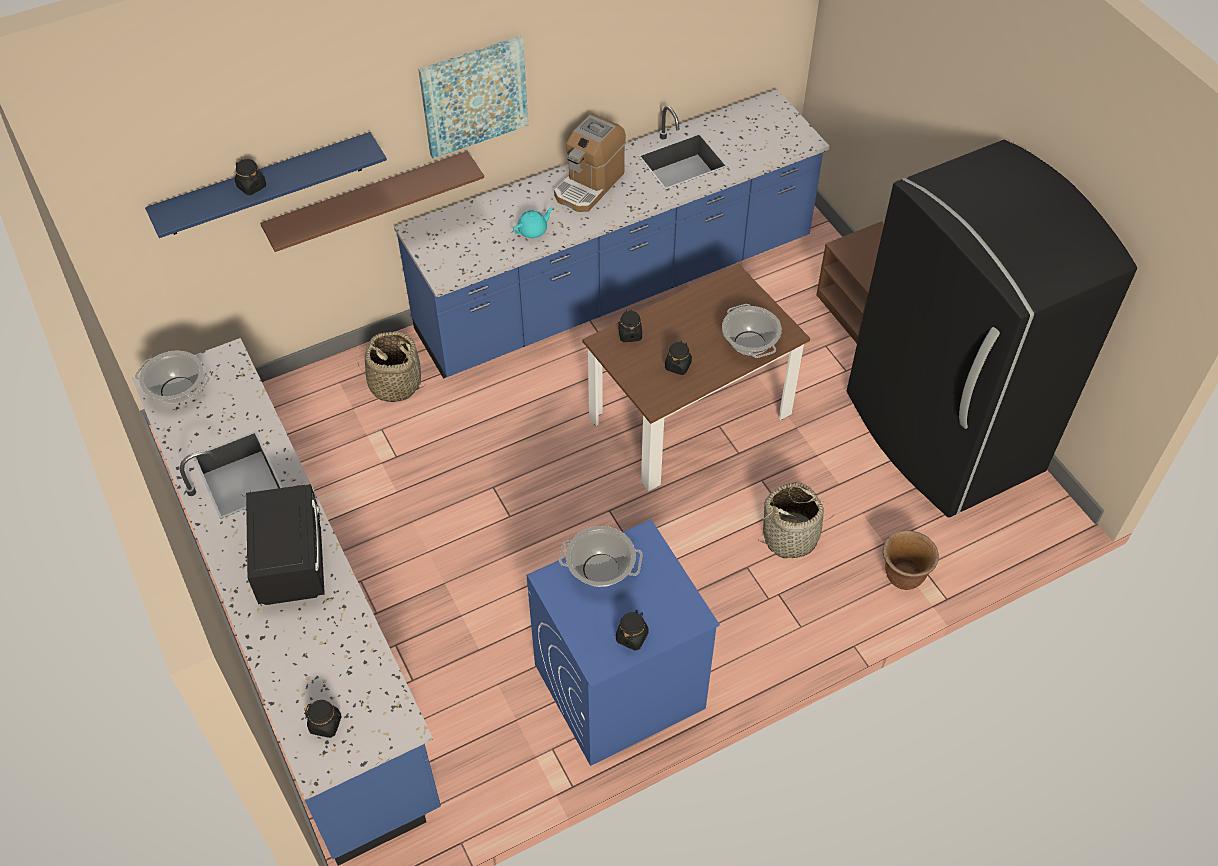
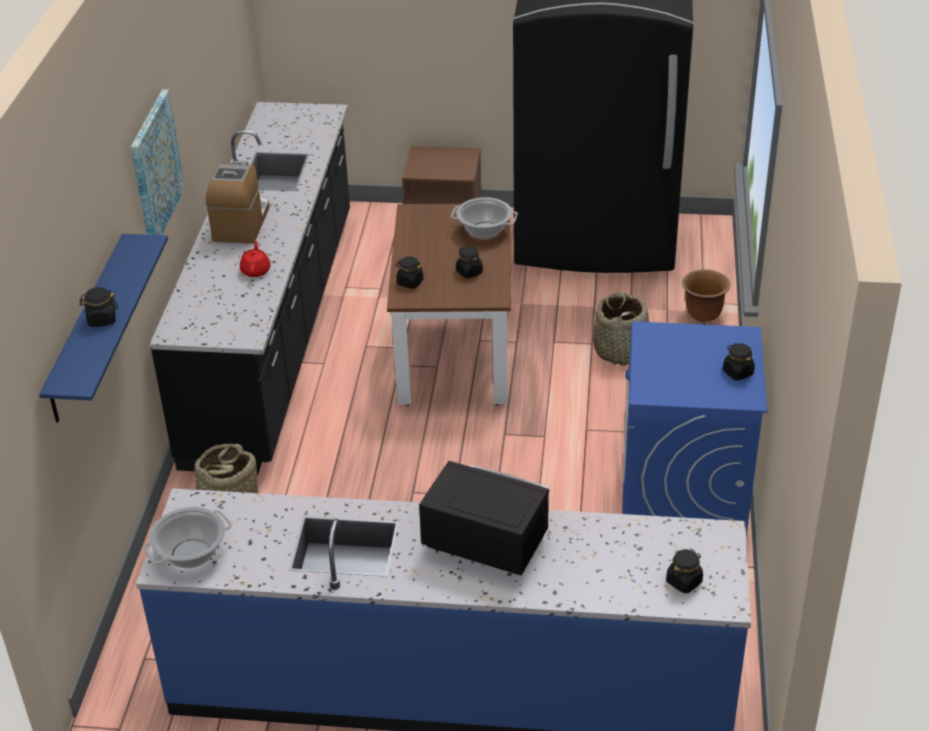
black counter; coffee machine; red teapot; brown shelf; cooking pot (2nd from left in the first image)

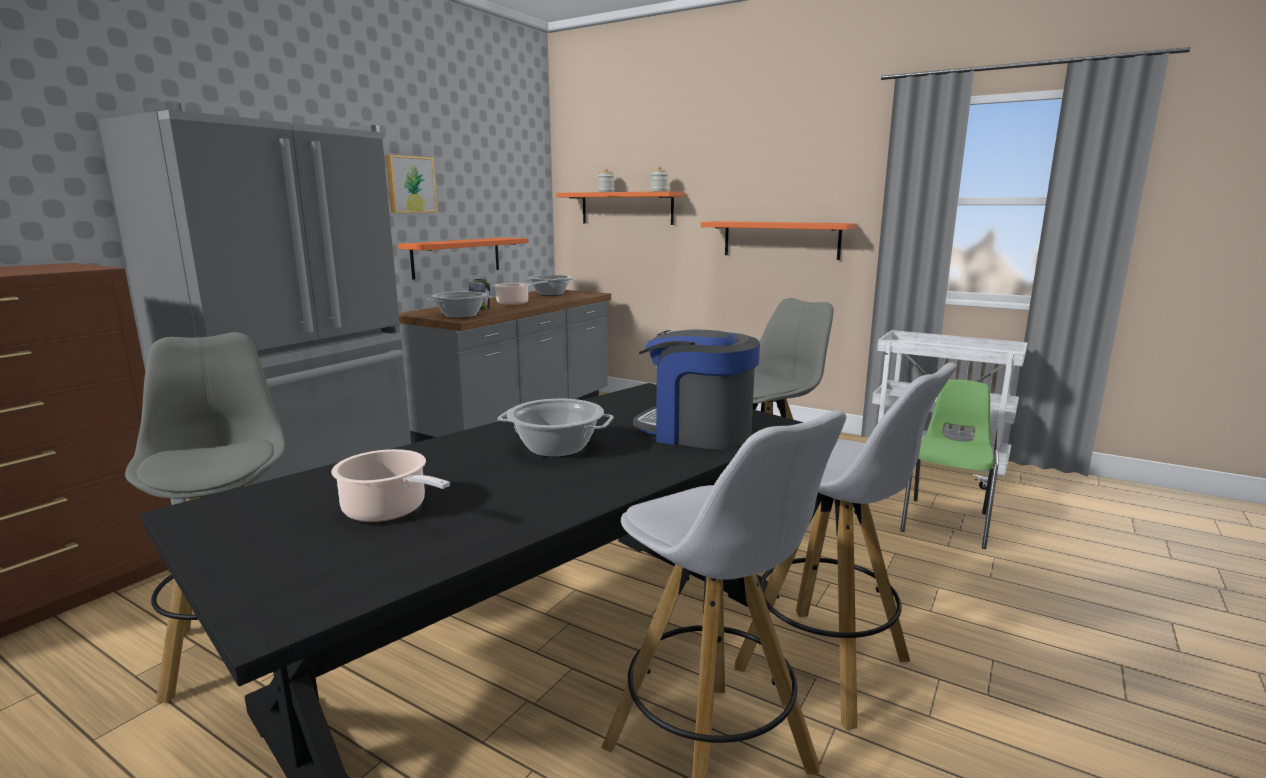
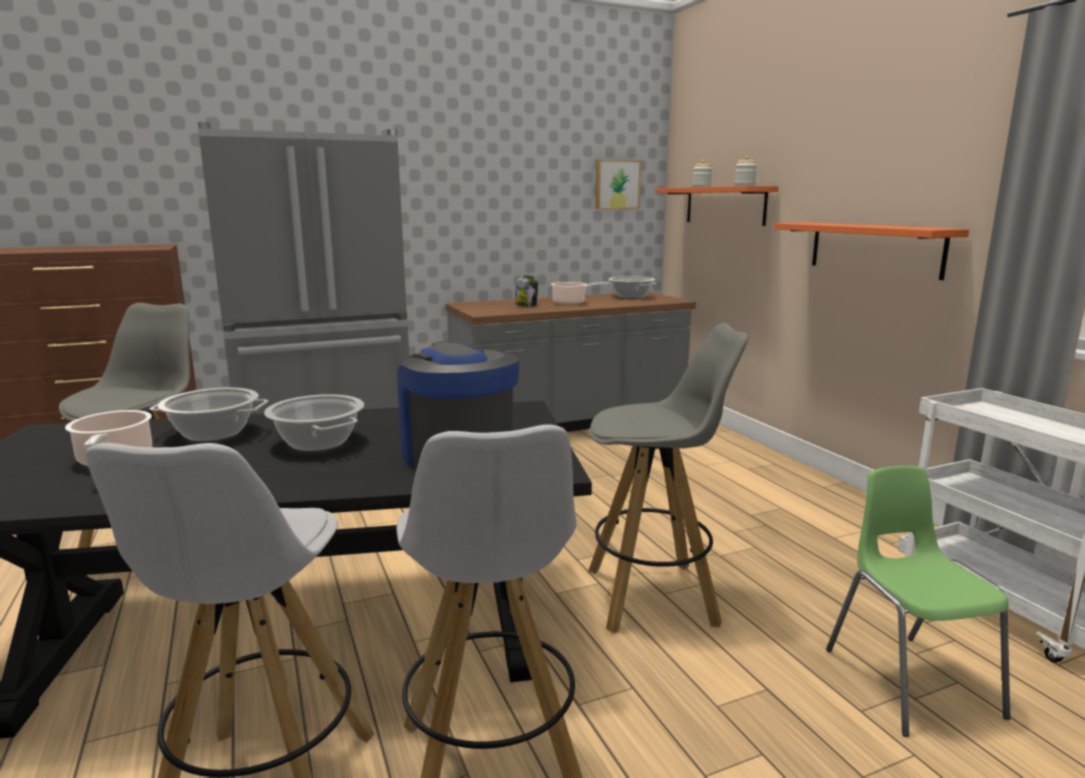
cooking pot (2nd from left); picture; green chair; orange shelf (1st from left in the first image)

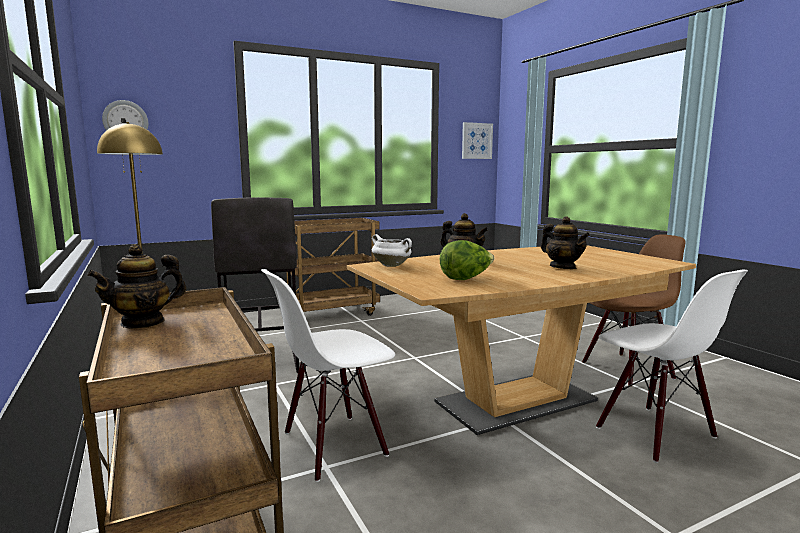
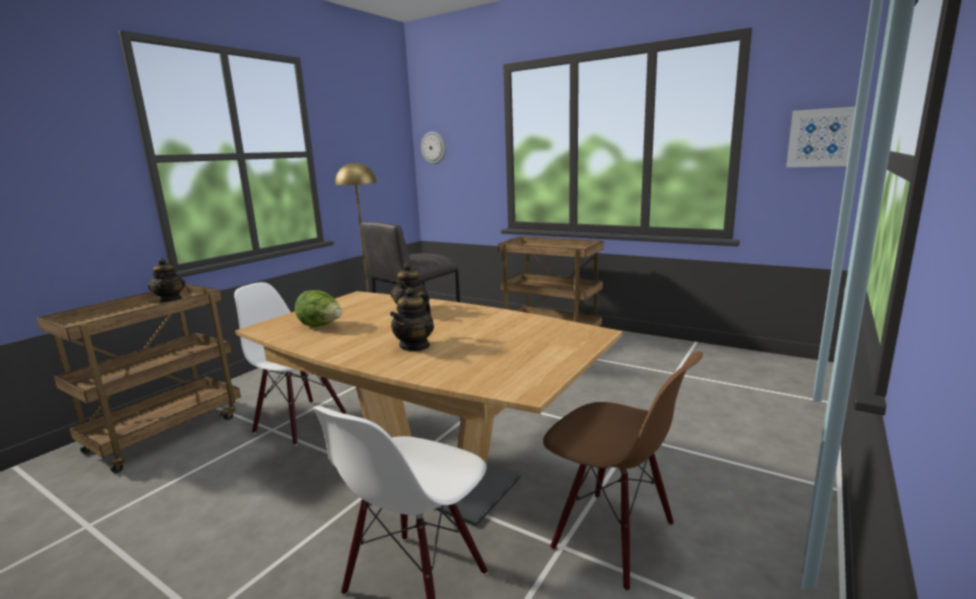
teapot (1st from left); white cooking pot

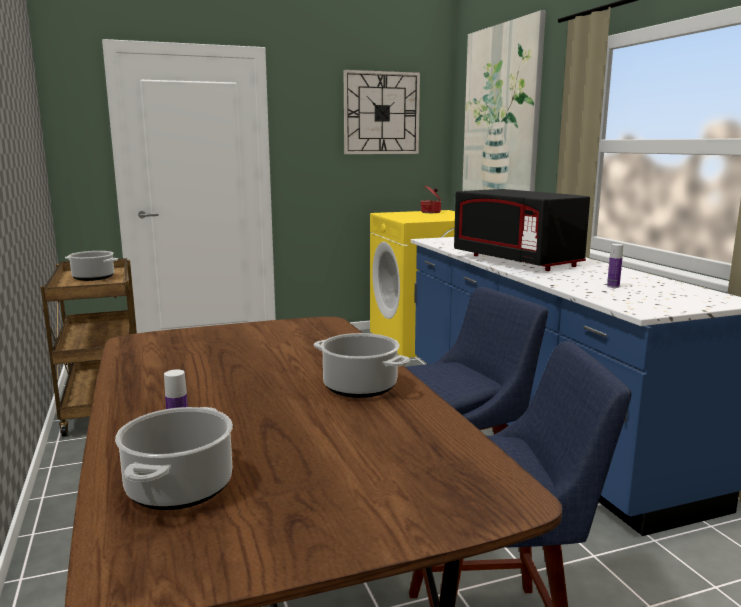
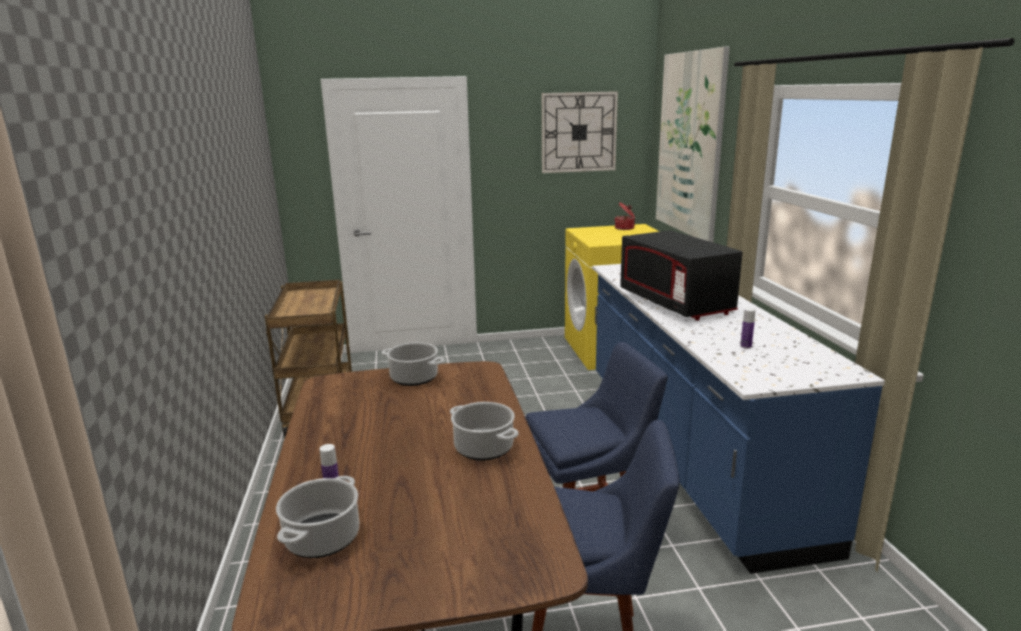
cooking pot (2nd from left)

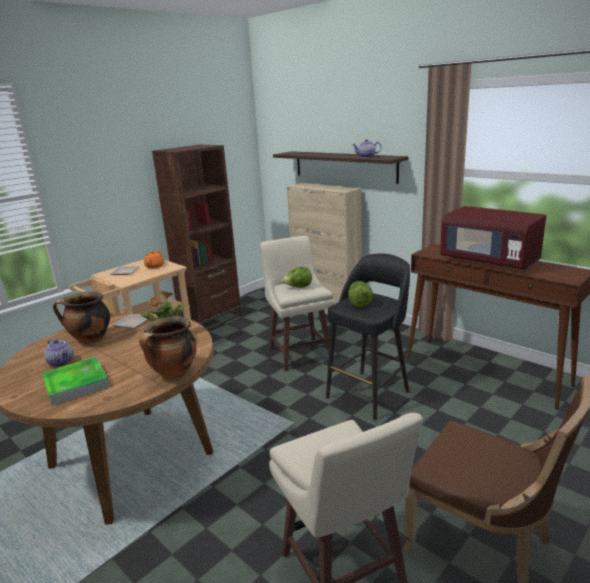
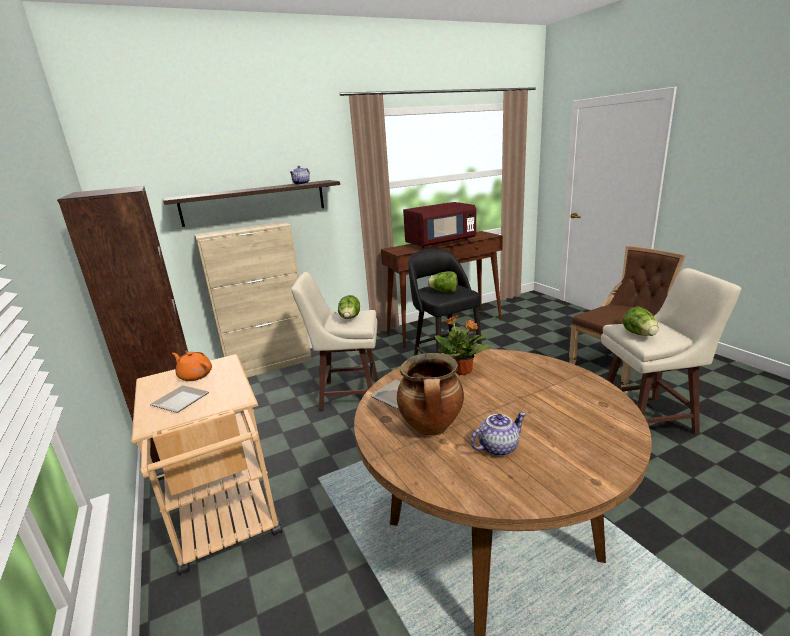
lettuce (3rd from left); tray; cooking pot (2nd from left in the first image)

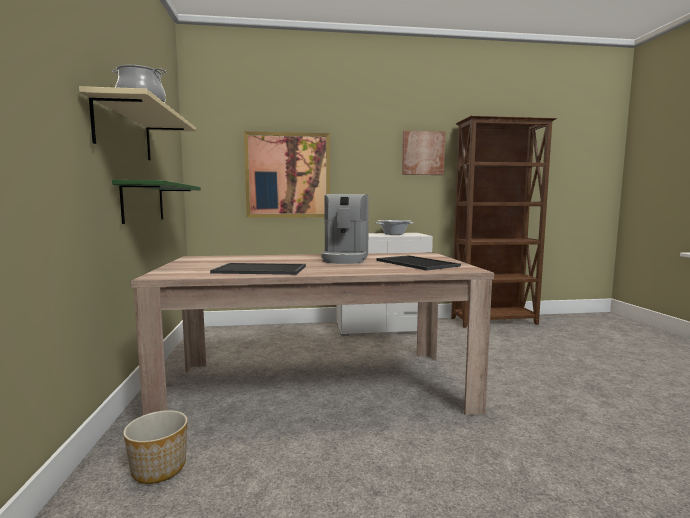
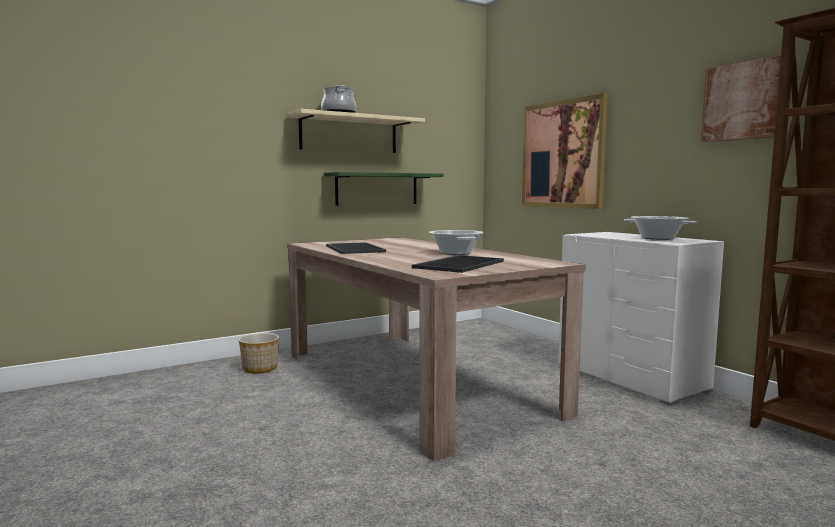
cooking pot (2nd from left)

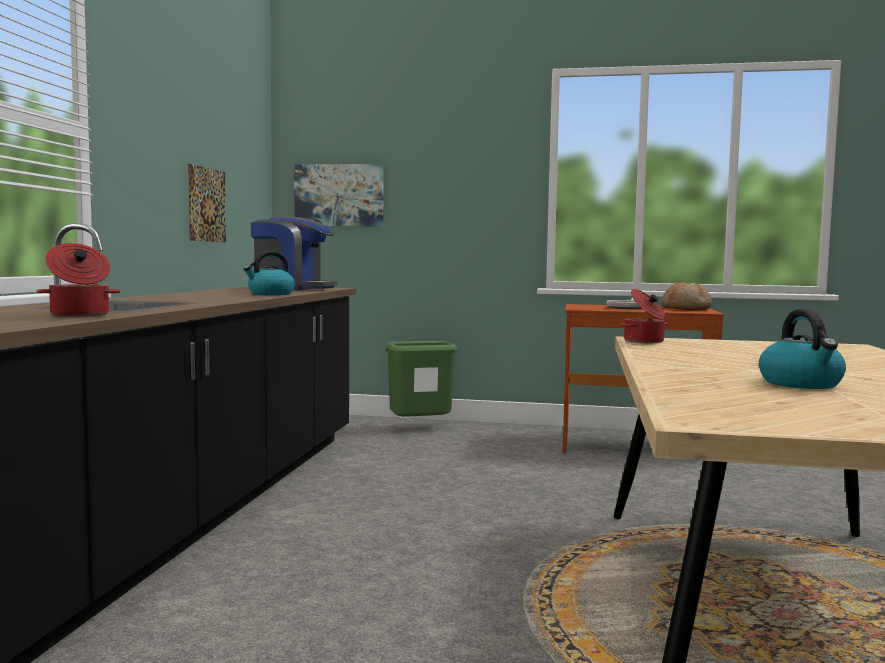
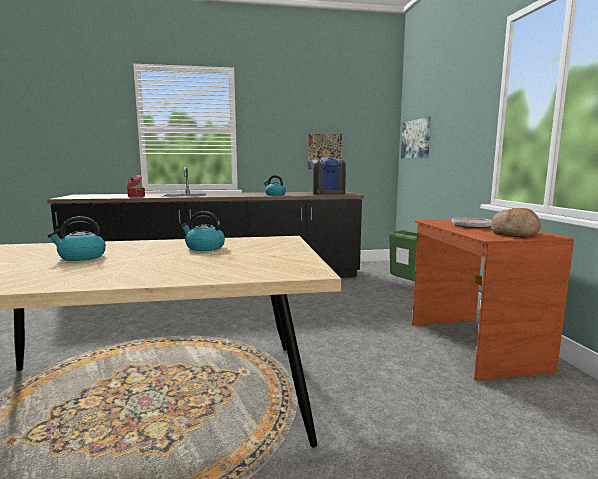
kettle (2nd from left); cooking pot (2nd from left in the first image)

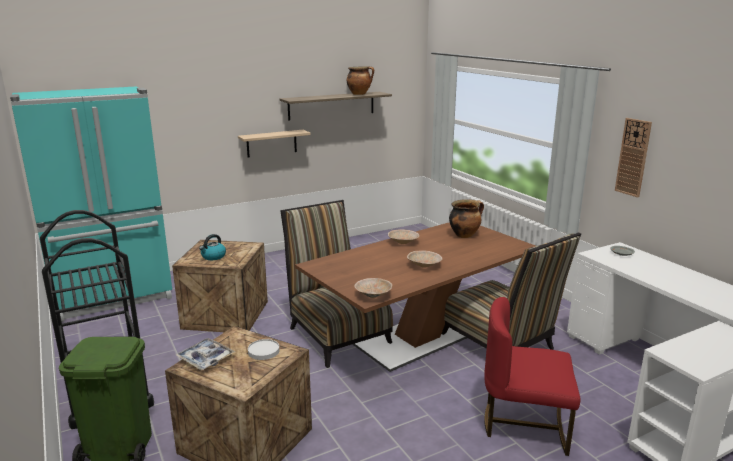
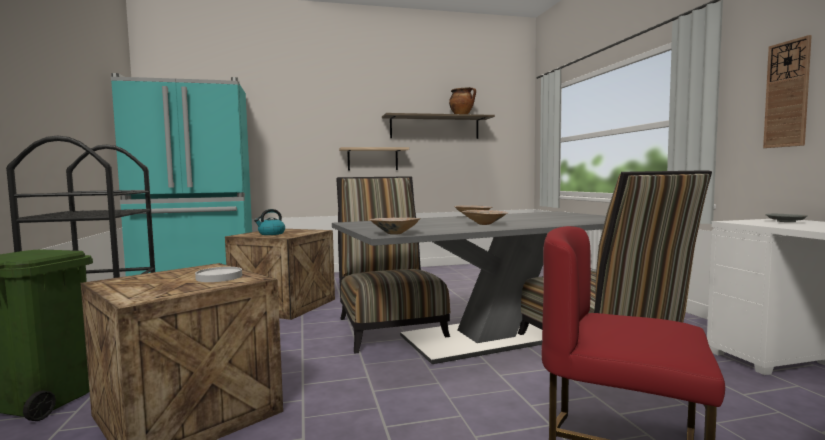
grey dining table; tray; cooking pot (2nd from left in the first image)

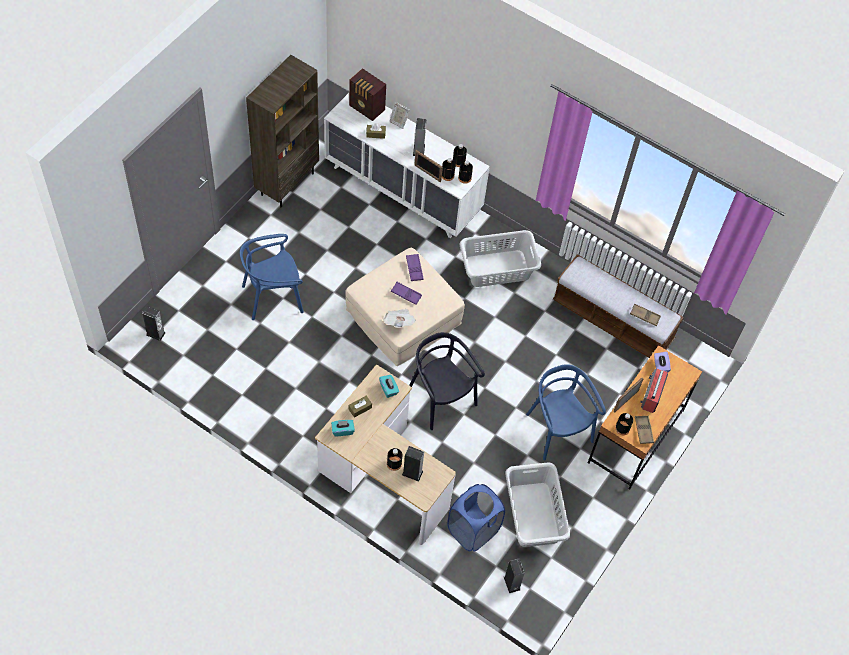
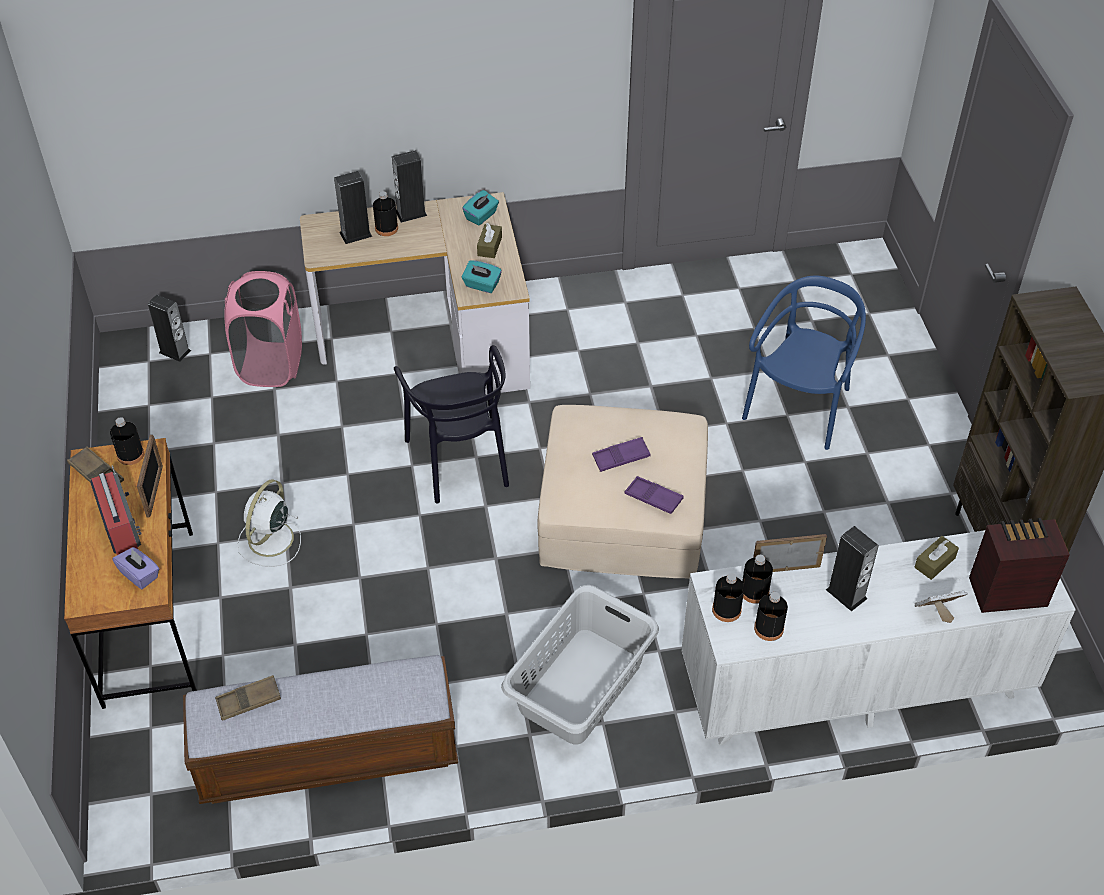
pink laundry basket; white fan; speaker (3rd from left); black chair; newspaper; grey laundry basket (2nd from left in the first image)

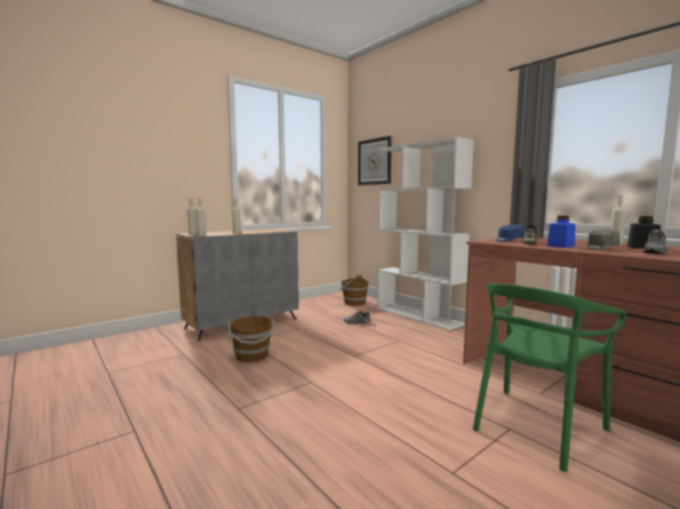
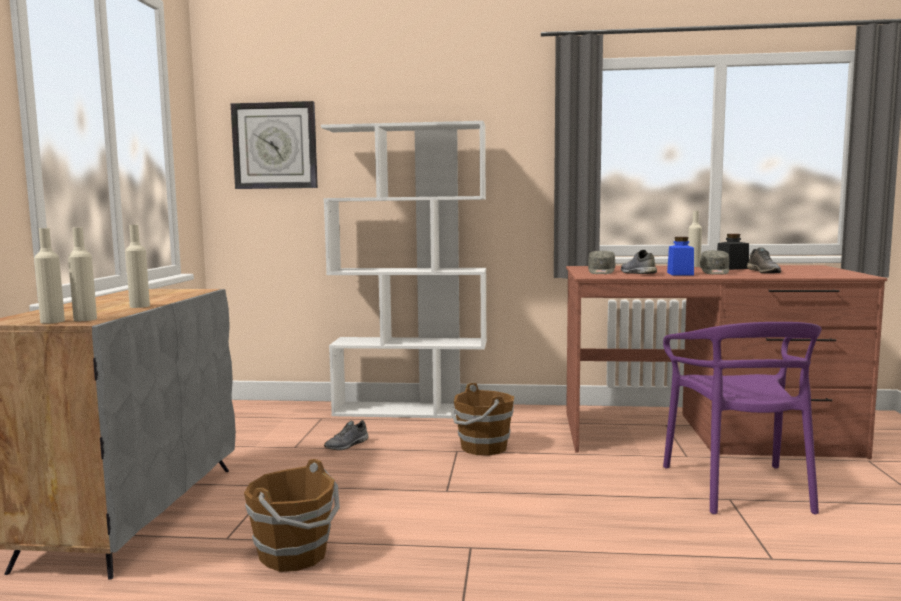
brown bucket (2nd from left); grey cap (1st from left); purple chair

